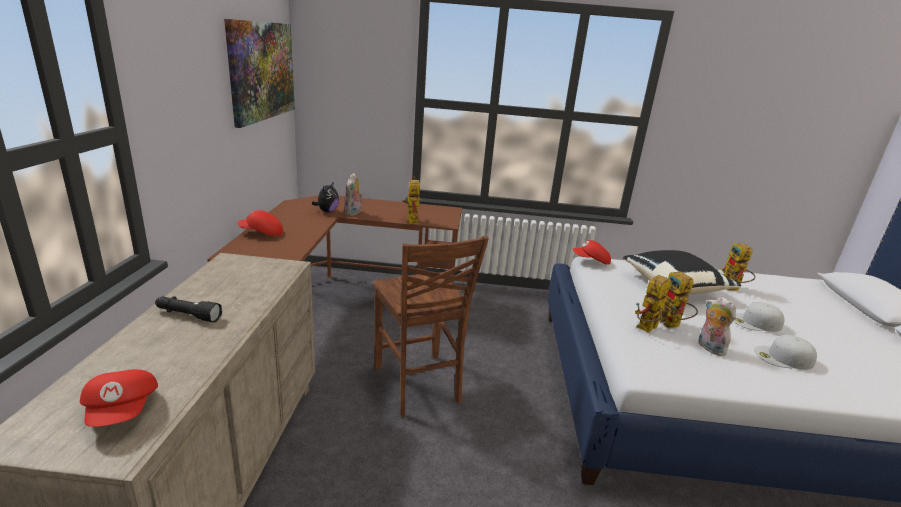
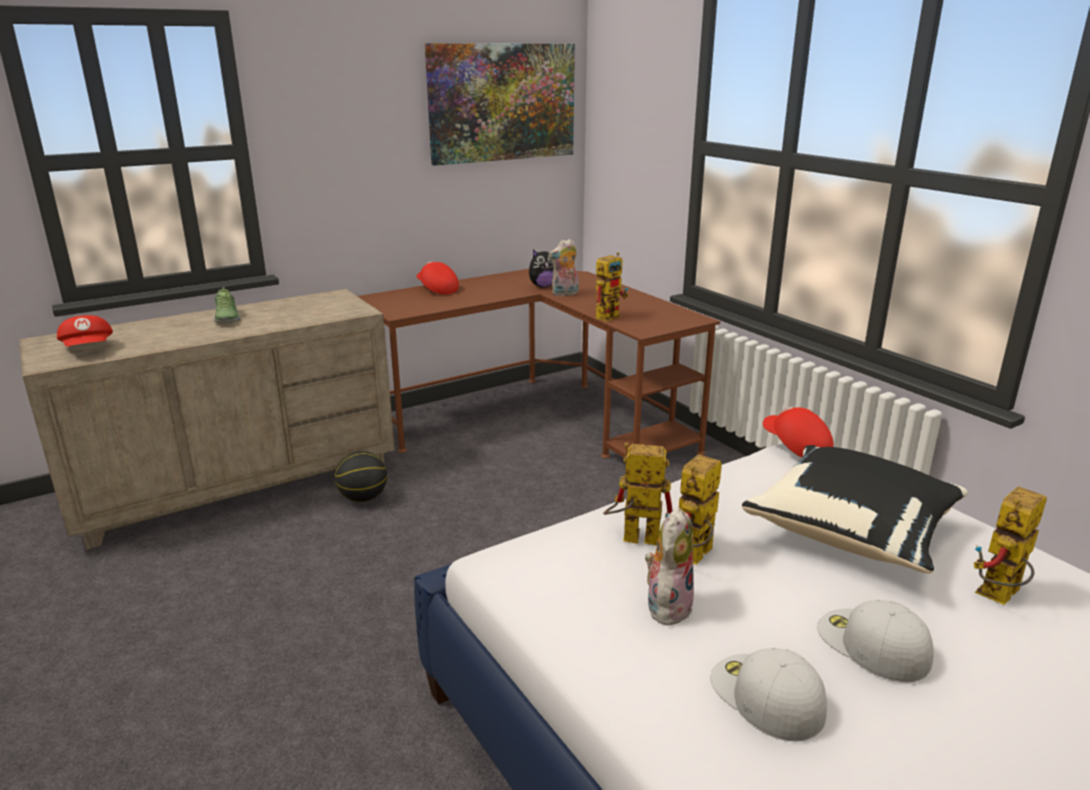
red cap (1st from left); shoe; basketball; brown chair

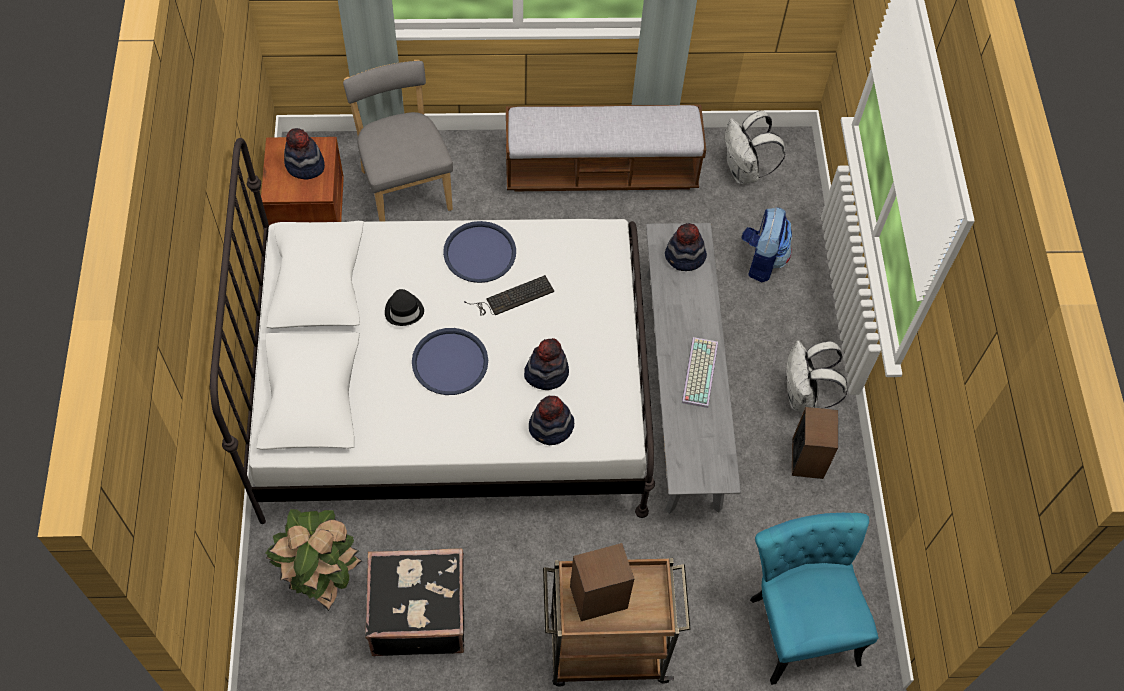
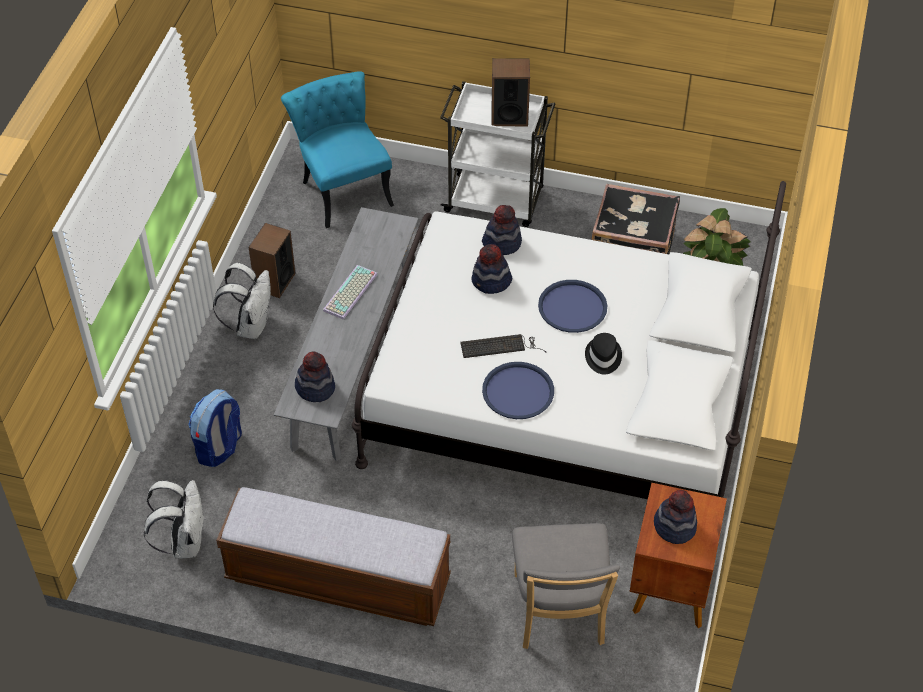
turquoise chair; white cart

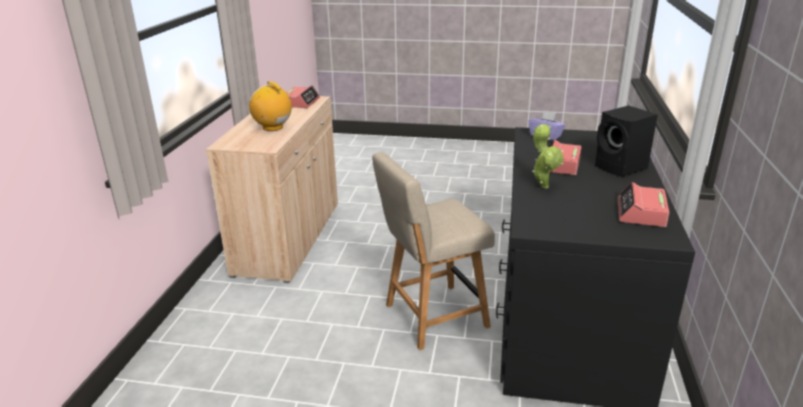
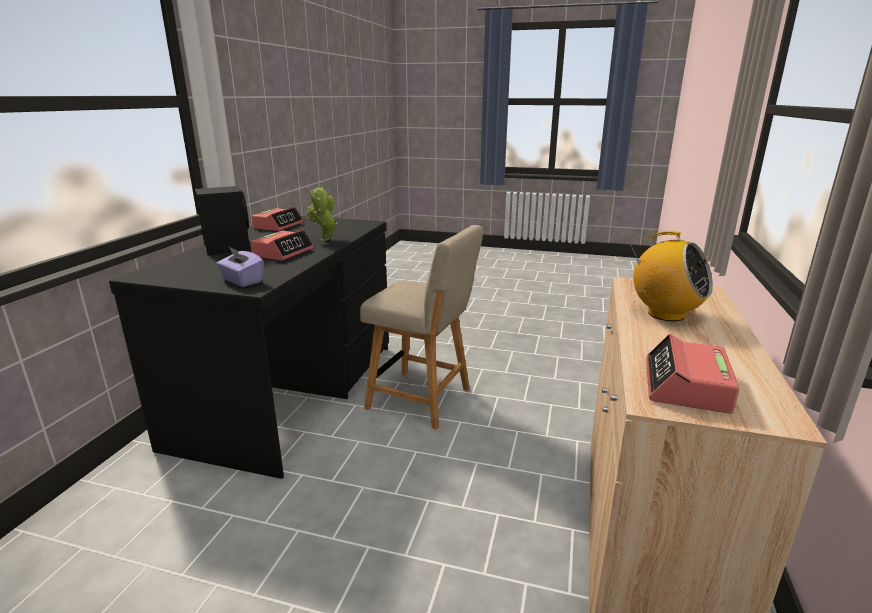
beige chair

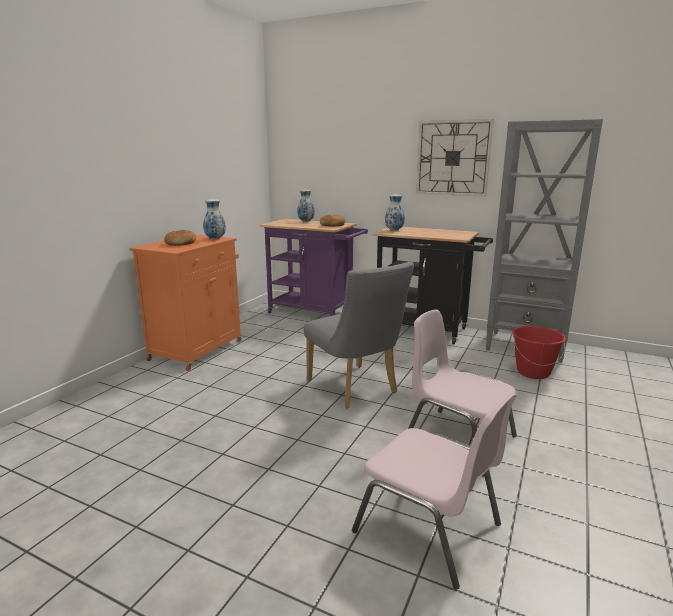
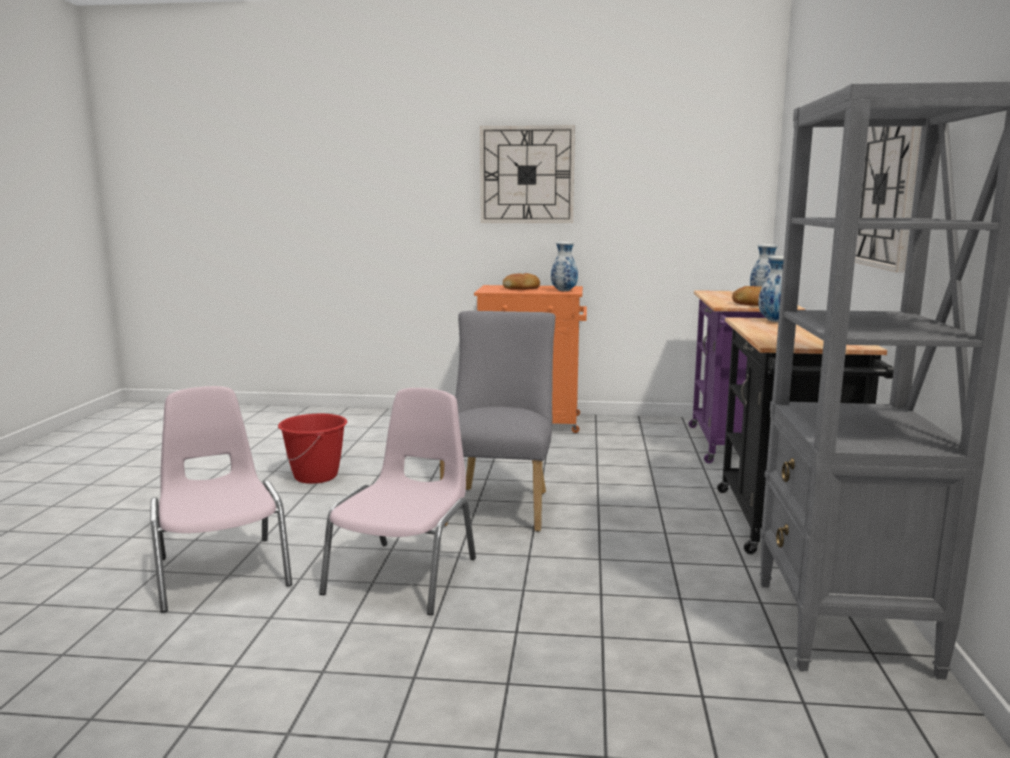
pink chair (1st from left); red bucket; grey chair; wall clock (1st from left)

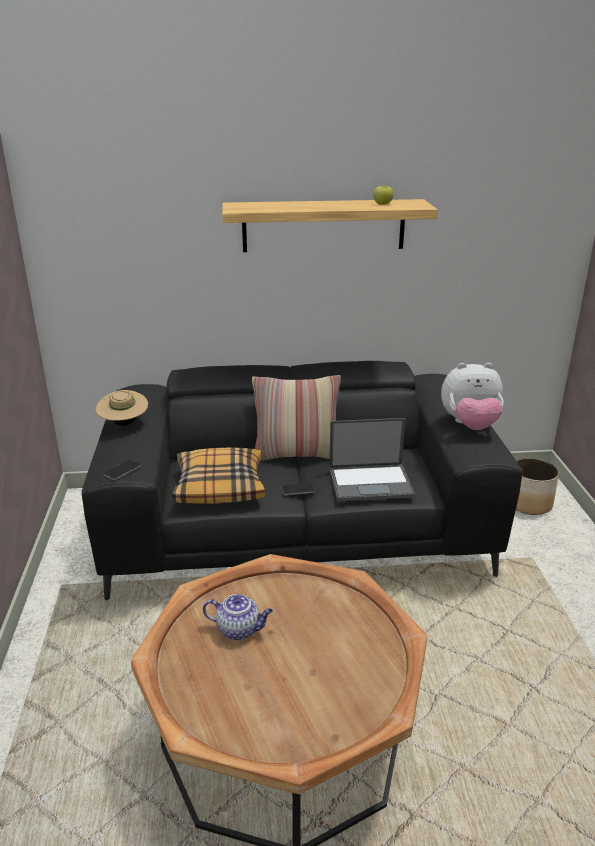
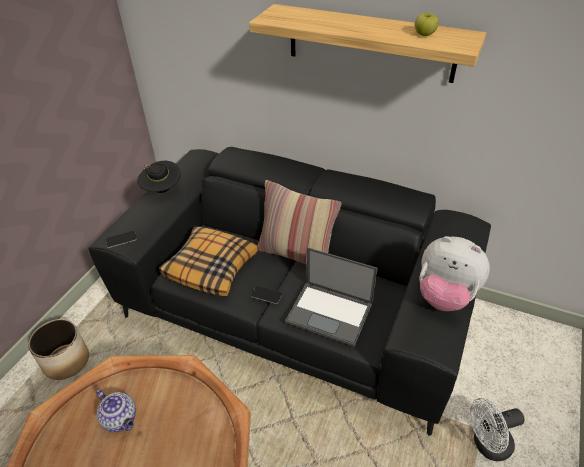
planter; black hat; white fan

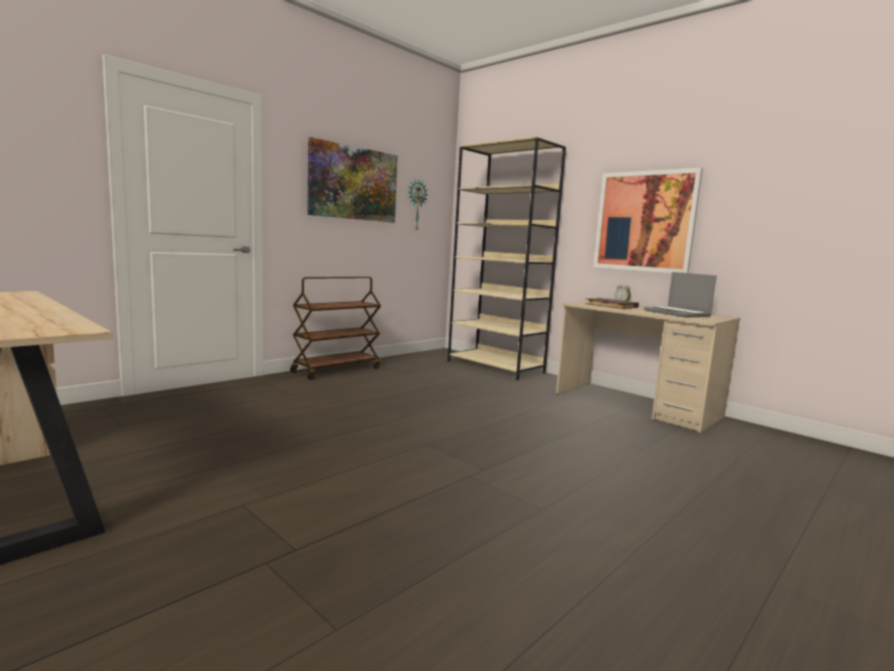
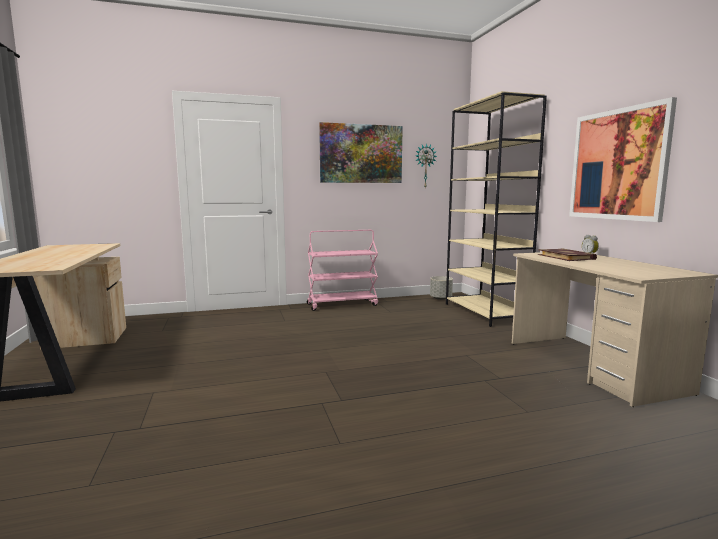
pink cart; grey planter; laptop

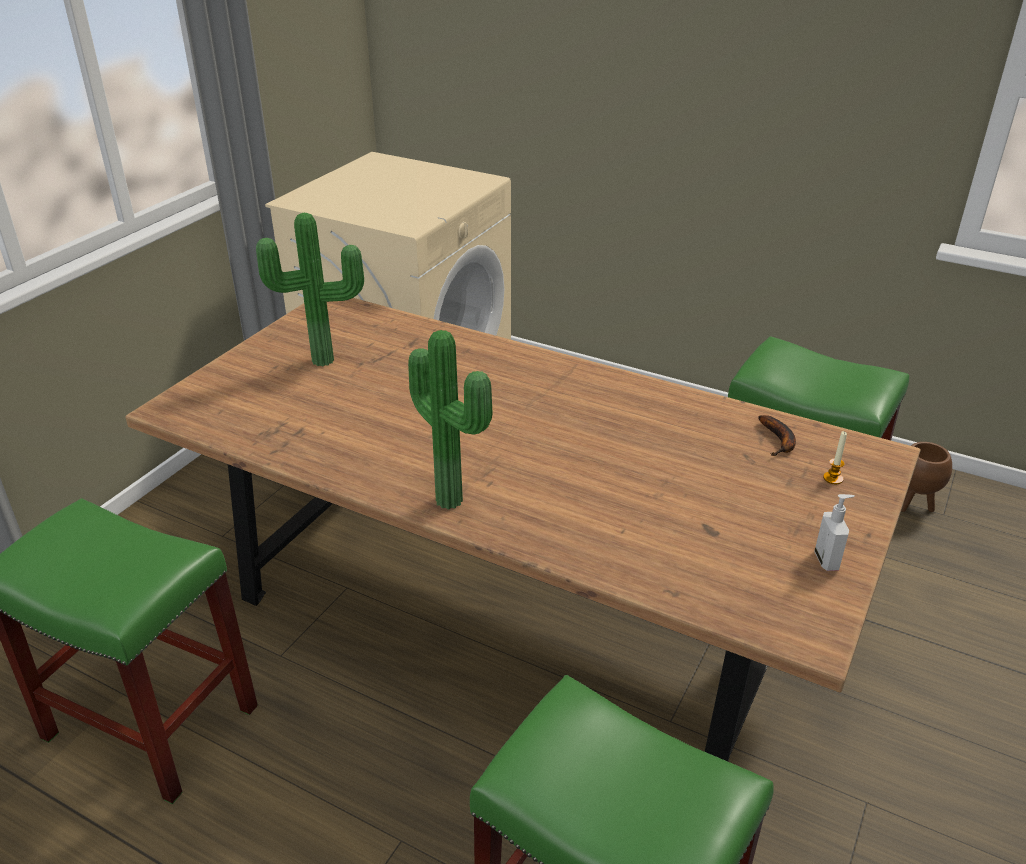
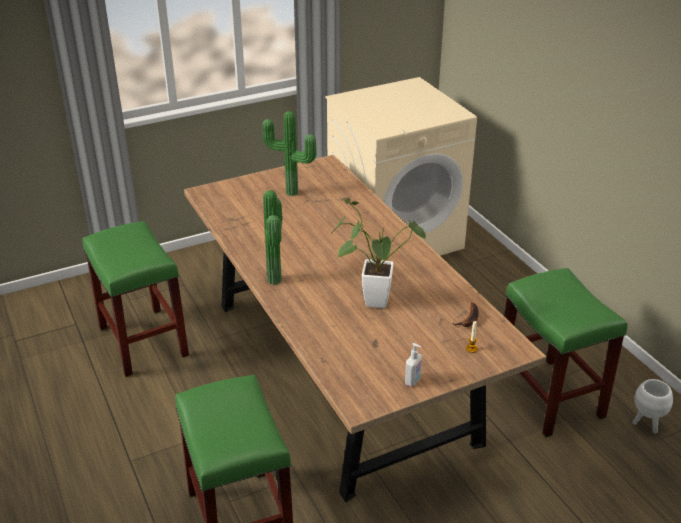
potted plant (3rd from left); white planter

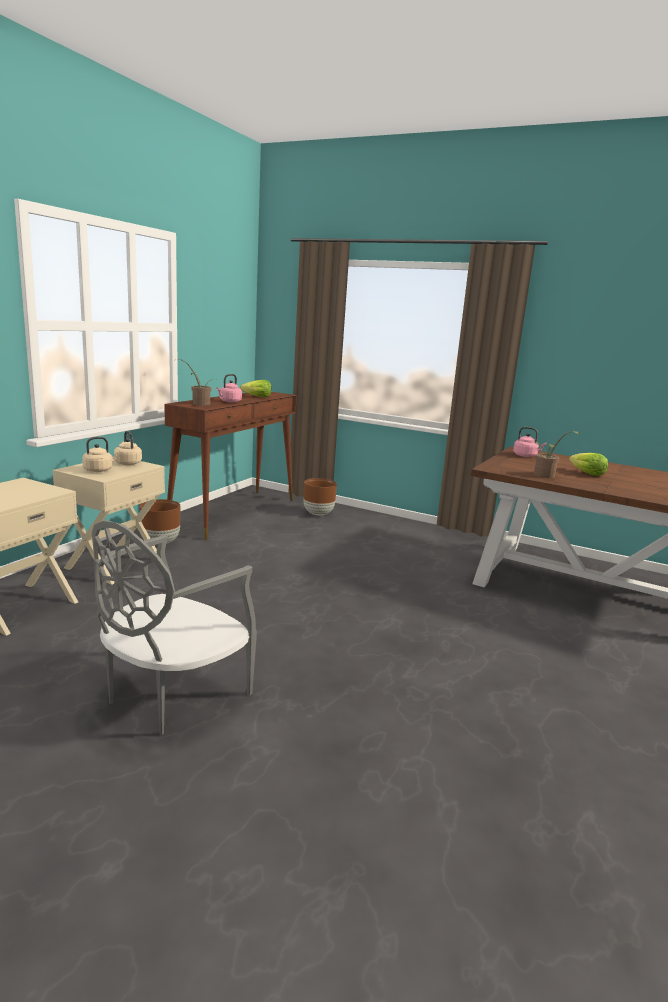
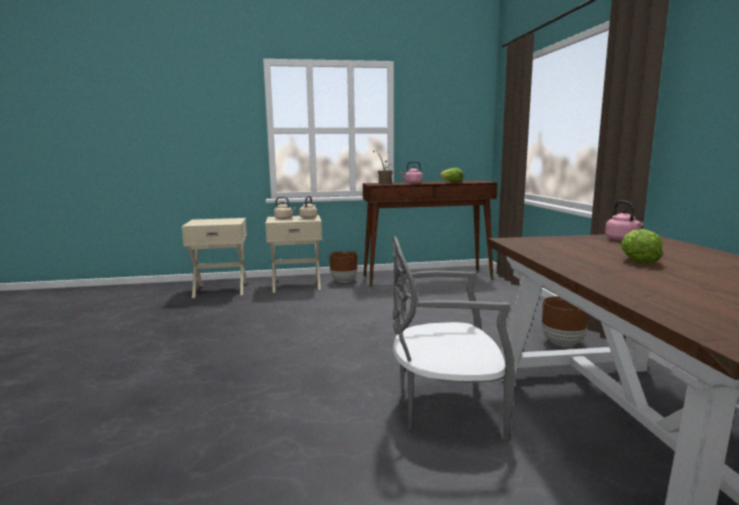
grey chair; brown planter (2nd from left); potted plant (2nd from left in the first image)

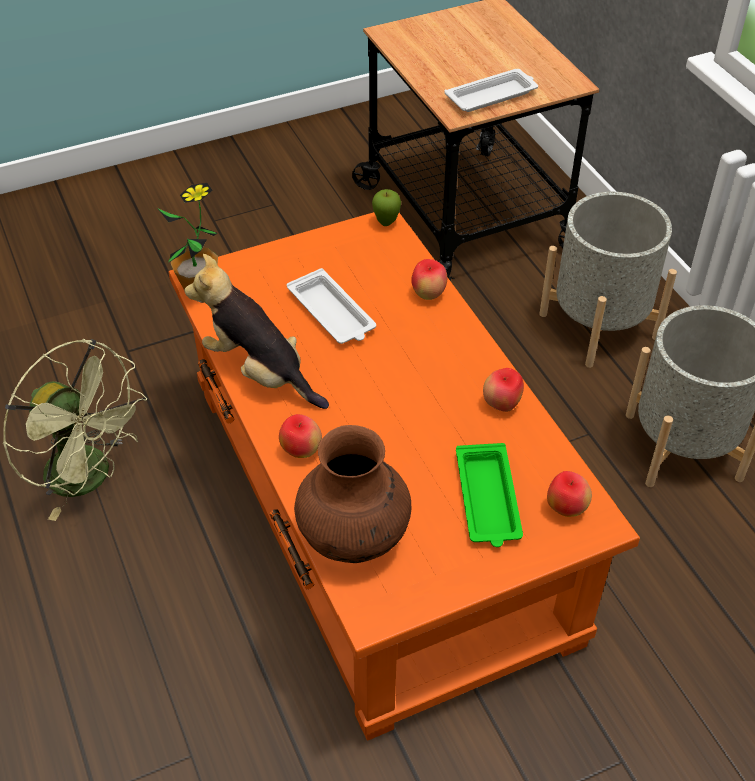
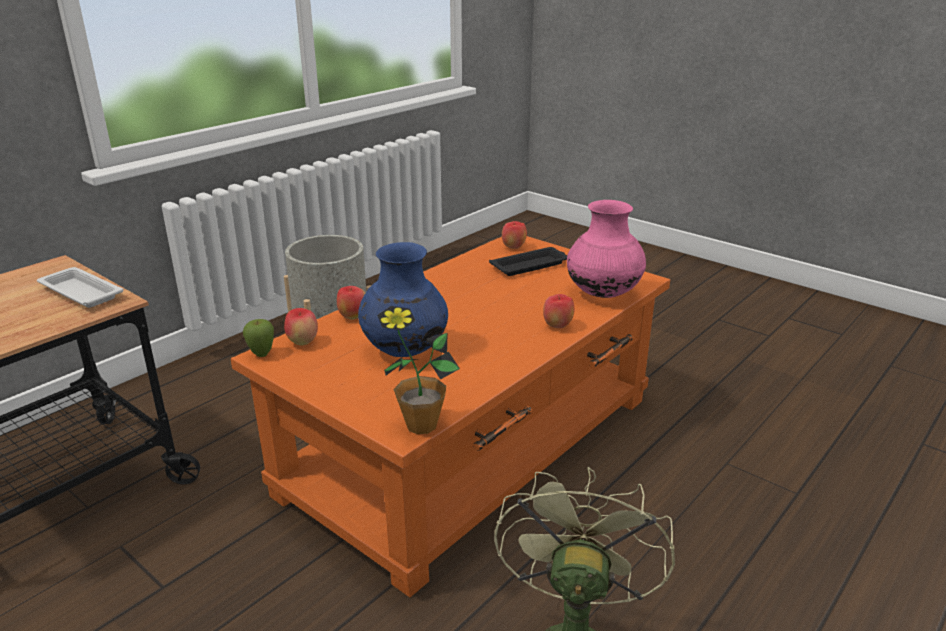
apple (2nd from left); blue vase; black tray; pink vase; plush toy; grey planter (1st from left in the first image)

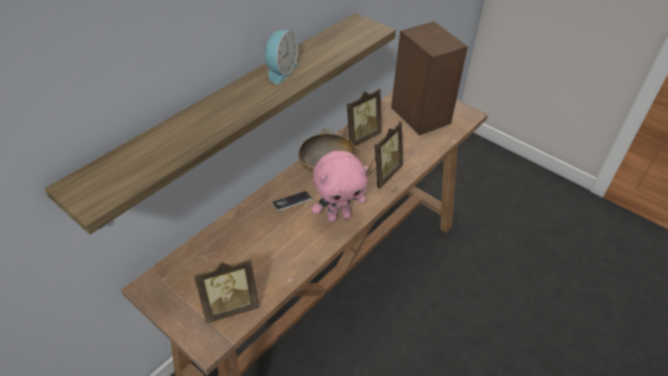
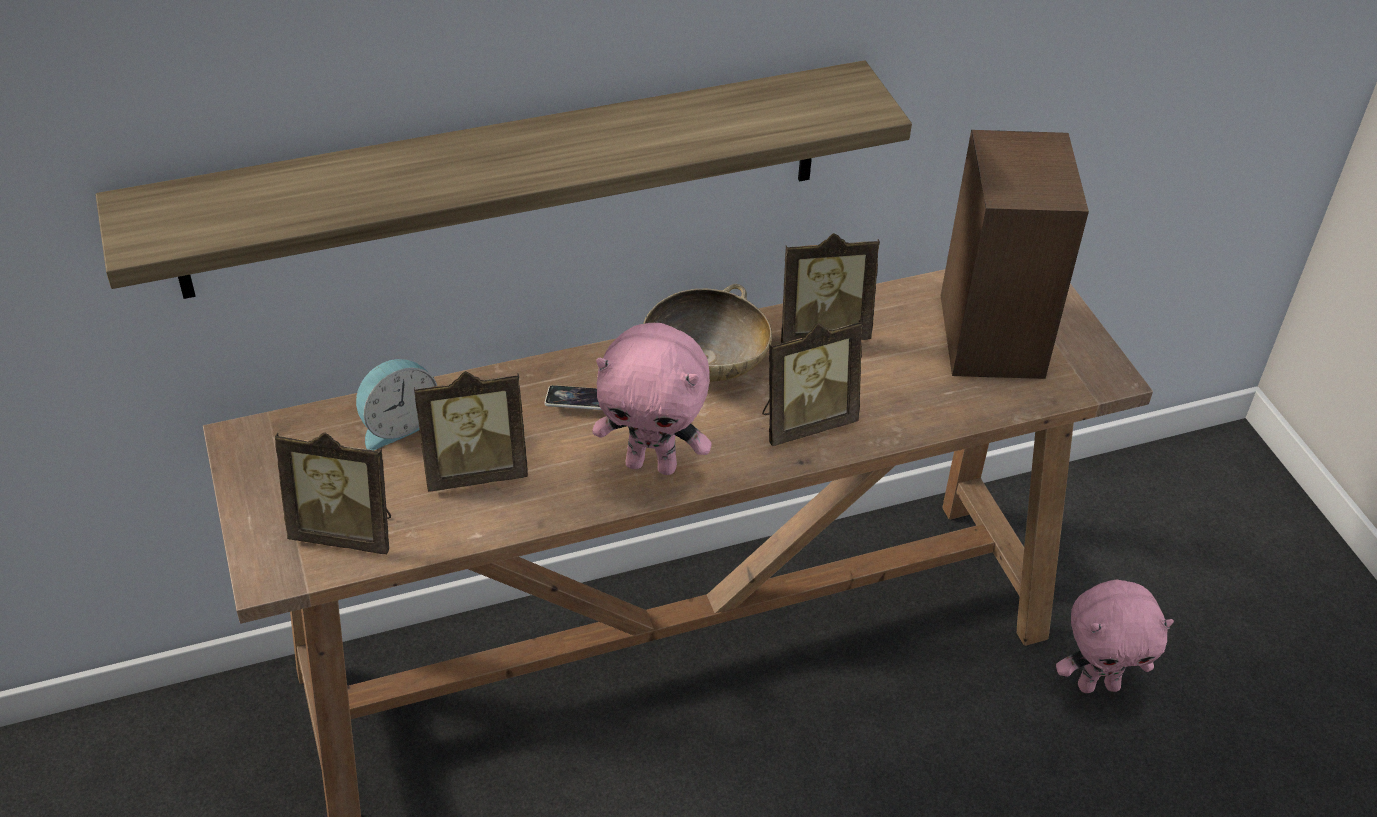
alarm clock; picture frame (2nd from left); pink plush toy (2nd from left)

